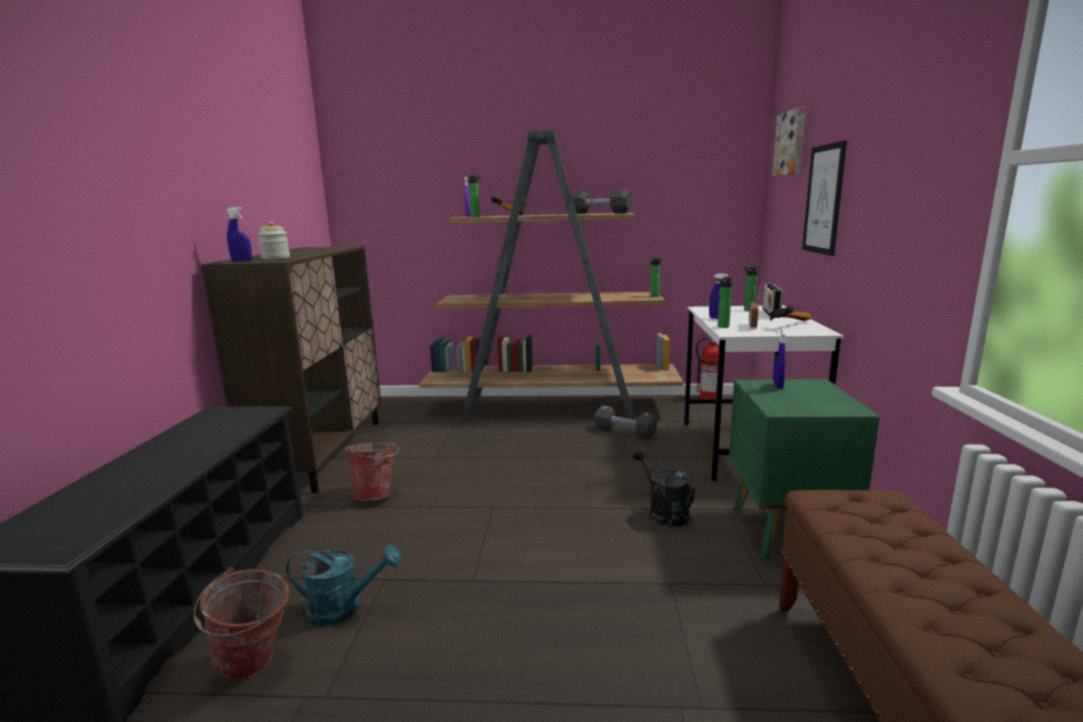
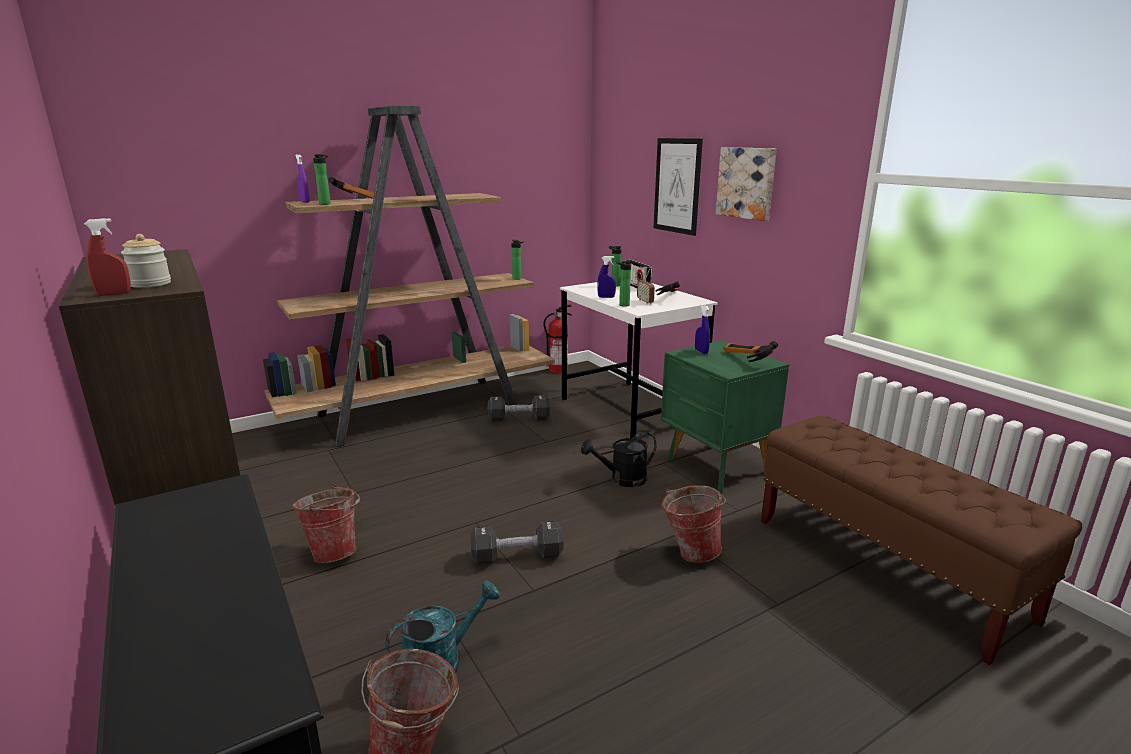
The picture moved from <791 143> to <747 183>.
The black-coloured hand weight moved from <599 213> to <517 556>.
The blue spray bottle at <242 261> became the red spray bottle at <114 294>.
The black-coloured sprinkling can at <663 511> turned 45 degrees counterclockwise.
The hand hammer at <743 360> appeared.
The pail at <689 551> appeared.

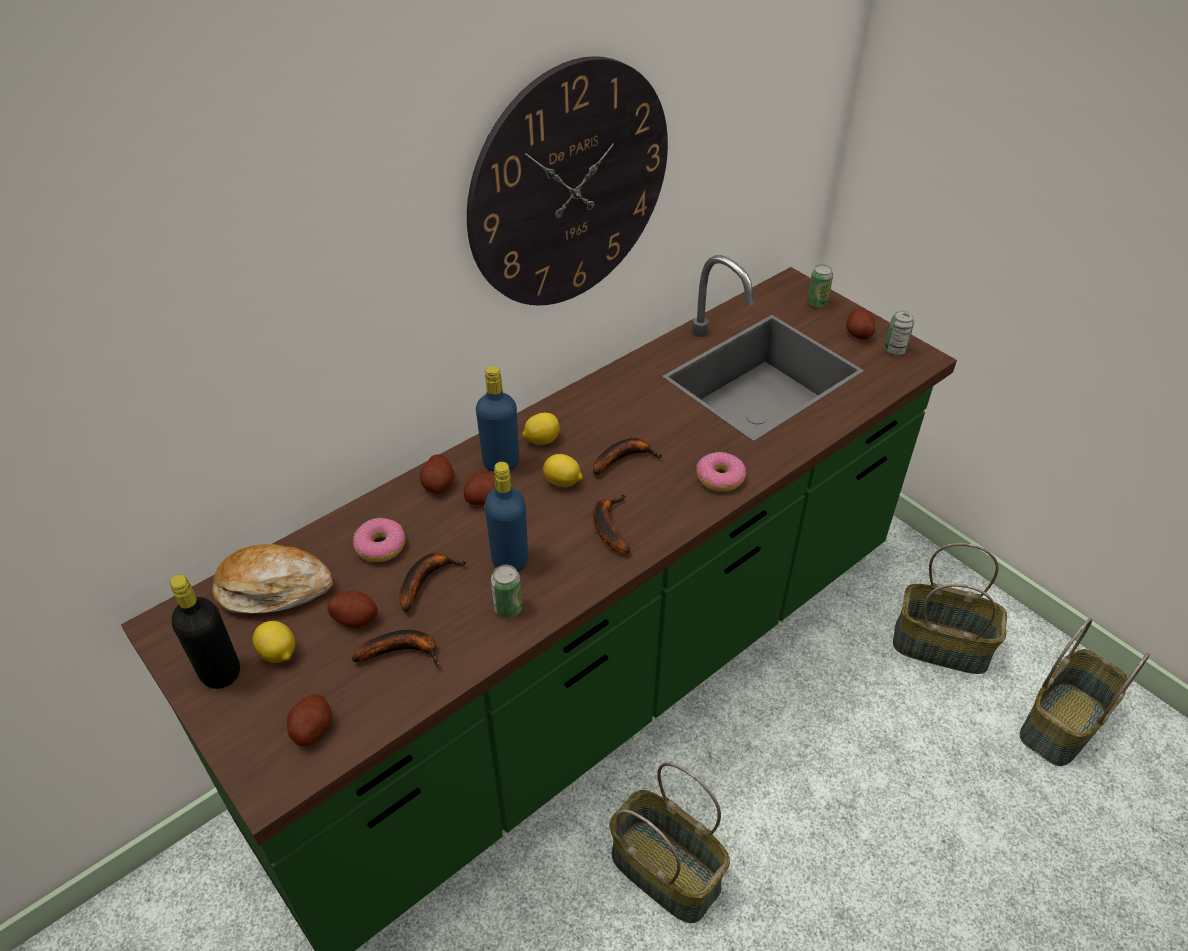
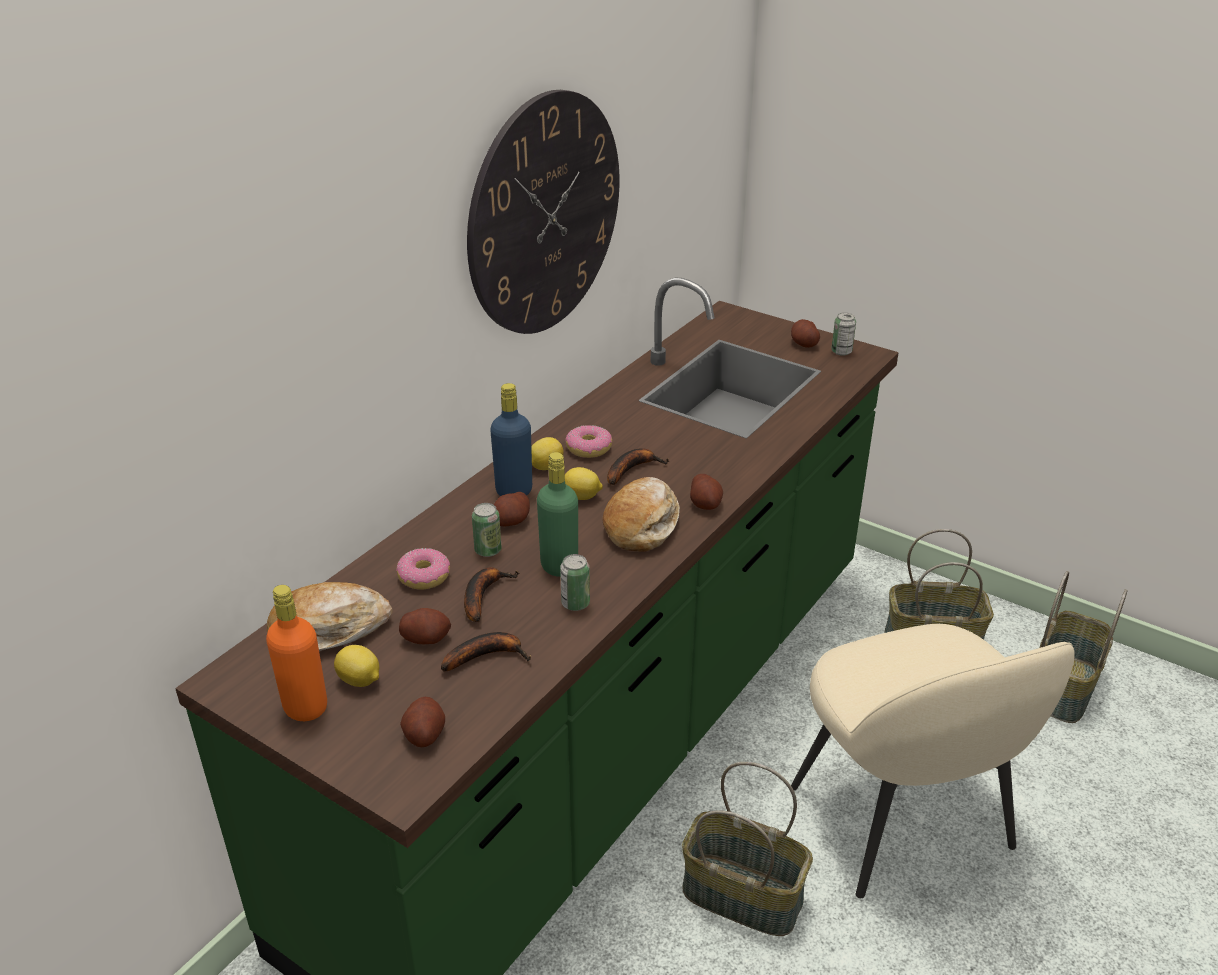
The can moved from <817 302> to <488 550>.
The ring doughnut moved from <720 478> to <589 448>.
The potato moved from <438 484> to <705 503>.
The blue bottle at <510 560> became the green-coloured bottle at <559 566>.
The banana fruit at <608 527> was replaced by the bakery bread at <642 524>.
The black-coloured bottle at <220 672> became the orange bottle at <305 707>.
The sand-coloured plain chair at <903 822> appeared.

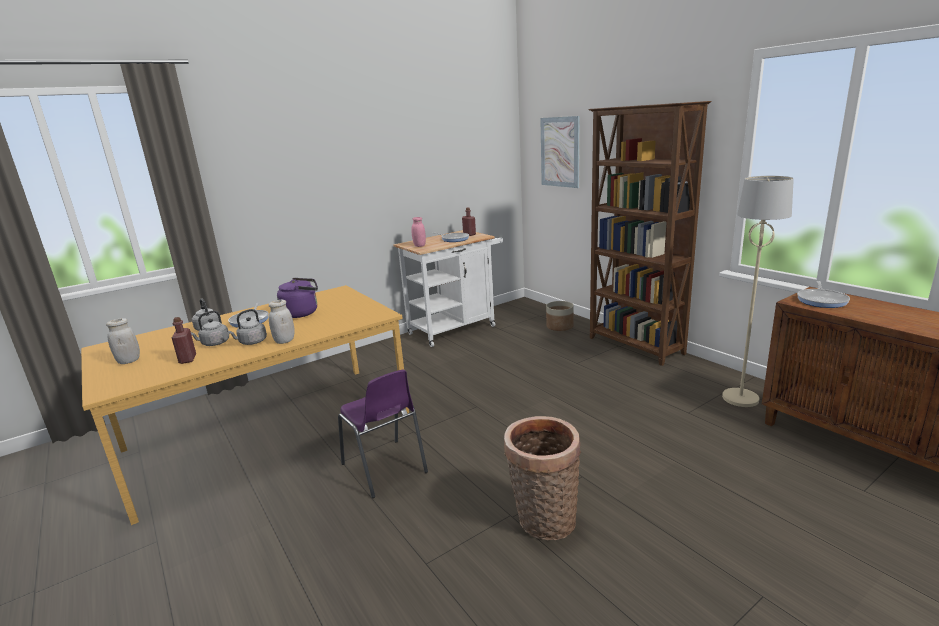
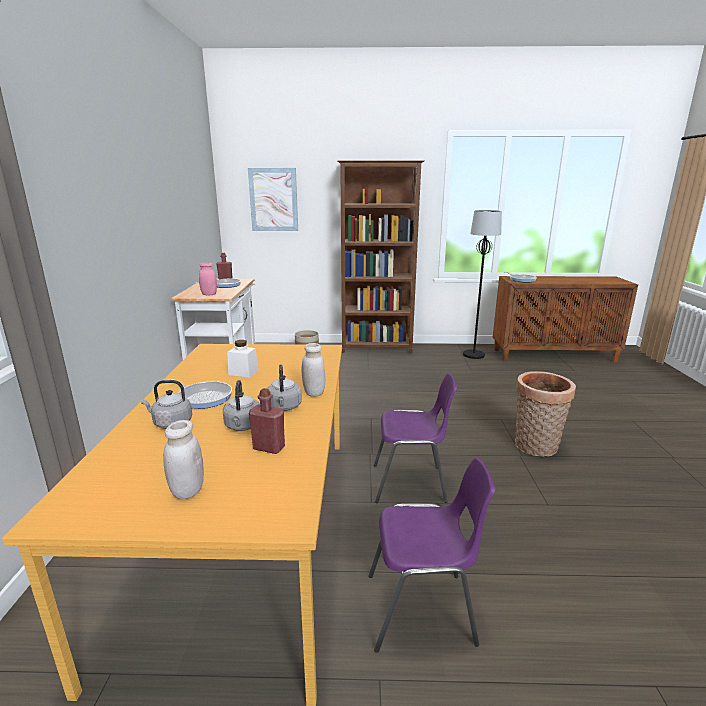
The sand-coloured floor lamp at <740 398> became the black-coloured floor lamp at <474 355>.
The purple-coloured kettle at <302 313> was replaced by the white-coloured jar at <243 372>.
The purple-coloured plain chair at <423 610> appeared.

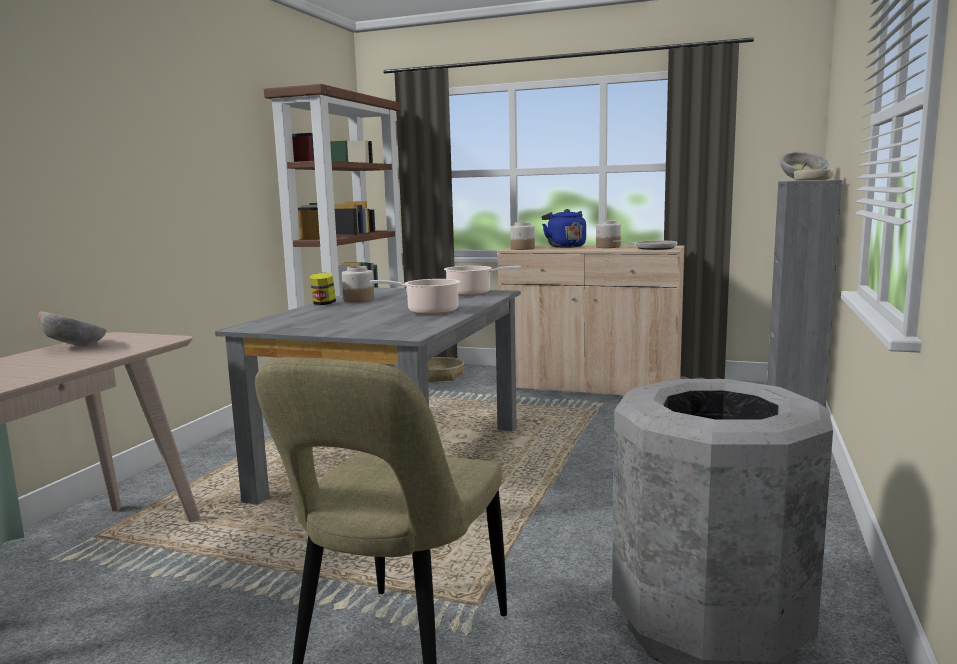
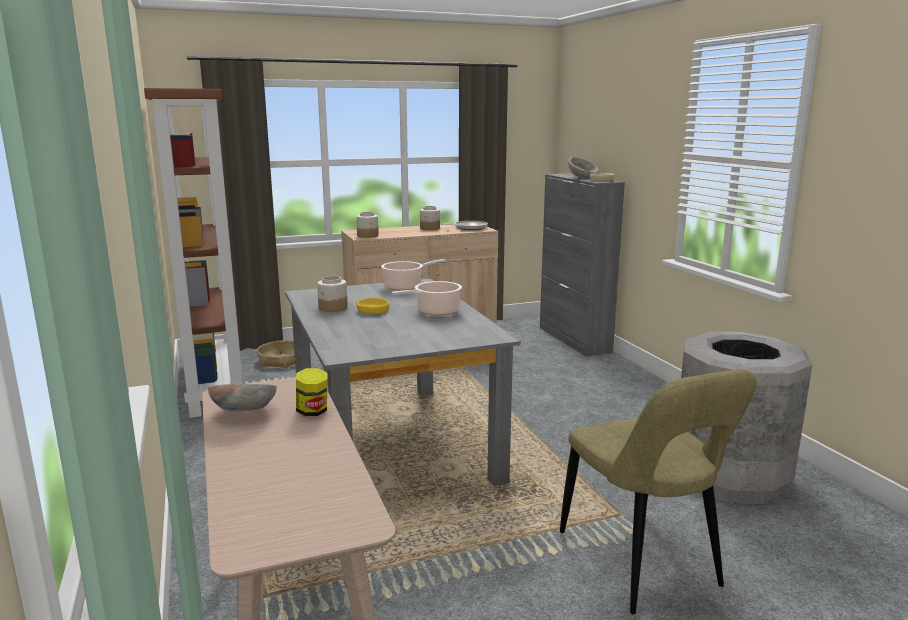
The blue kettle at <564 246> disappeared.
The jar moved from <323 304> to <312 411>.
The yellow-coloured bowl at <372 310> appeared.

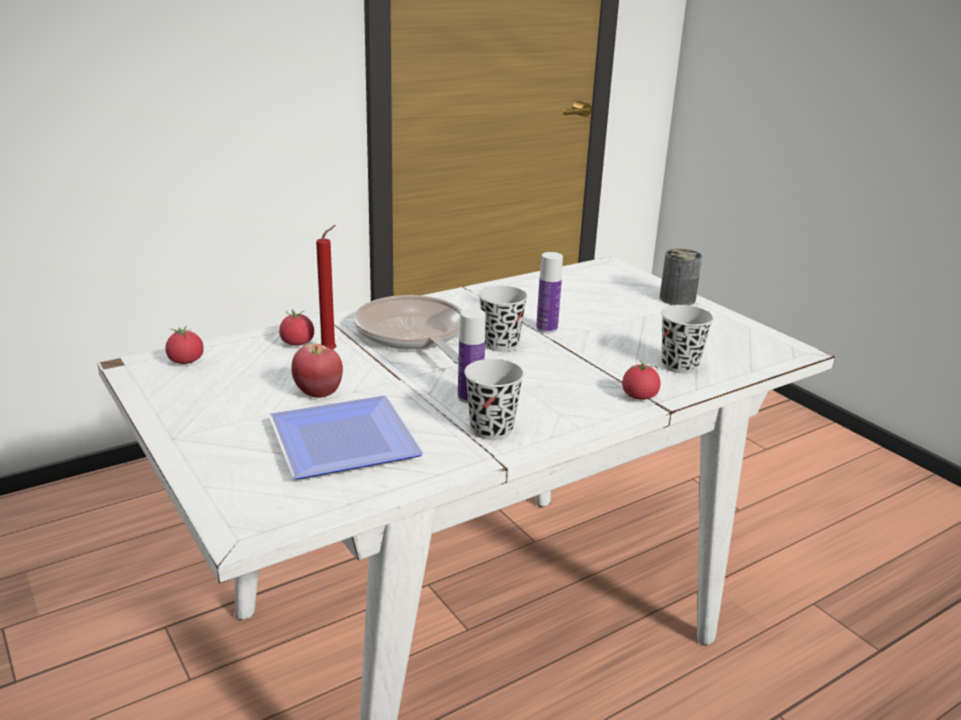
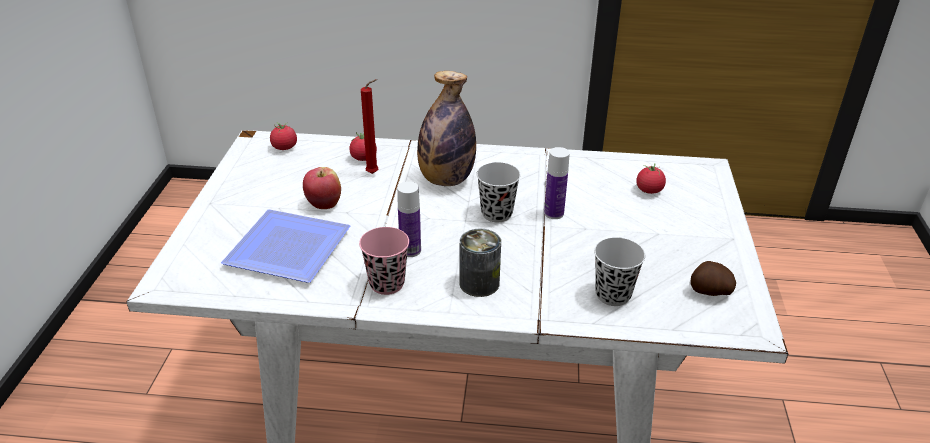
The can moved from <677 299> to <479 283>.
The skillet at <412 335> was replaced by the bottle at <446 180>.
The black-coloured cup at <491 429> became the pinkish cup at <387 284>.
The tomato moved from <639 396> to <649 190>.
The potato at <709 292> appeared.

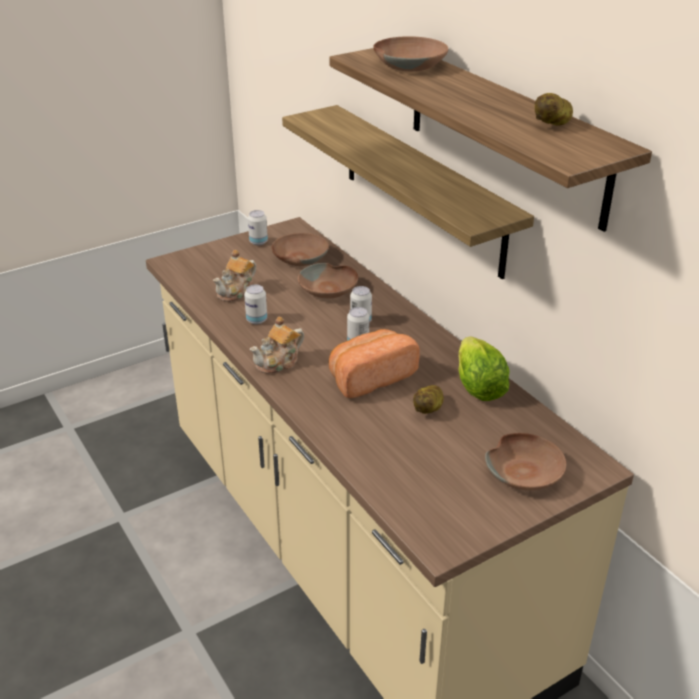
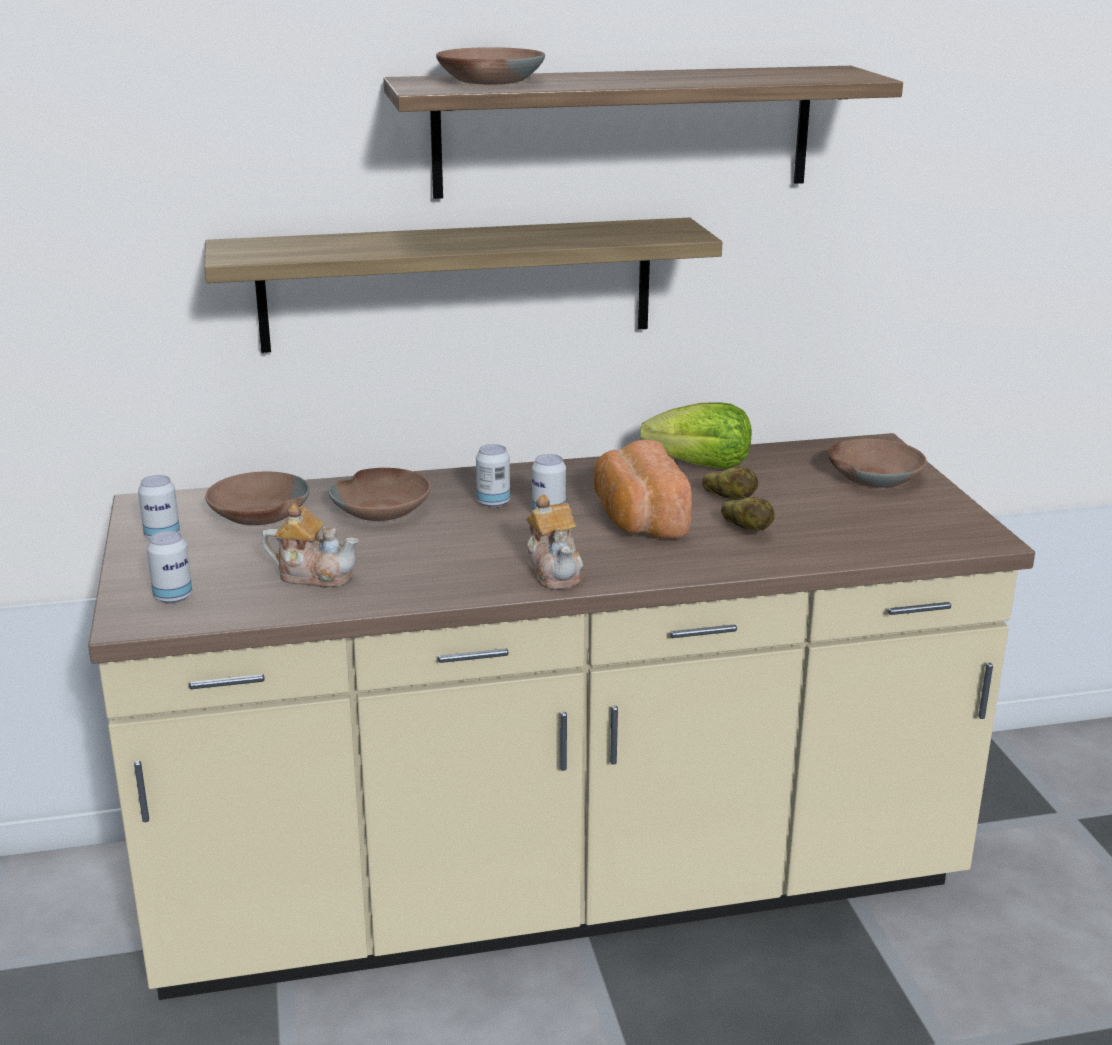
The potato moved from <553 124> to <747 530>.
The tea pot at <237 292> turned 45 degrees counterclockwise.
The can moved from <256 320> to <173 597>.

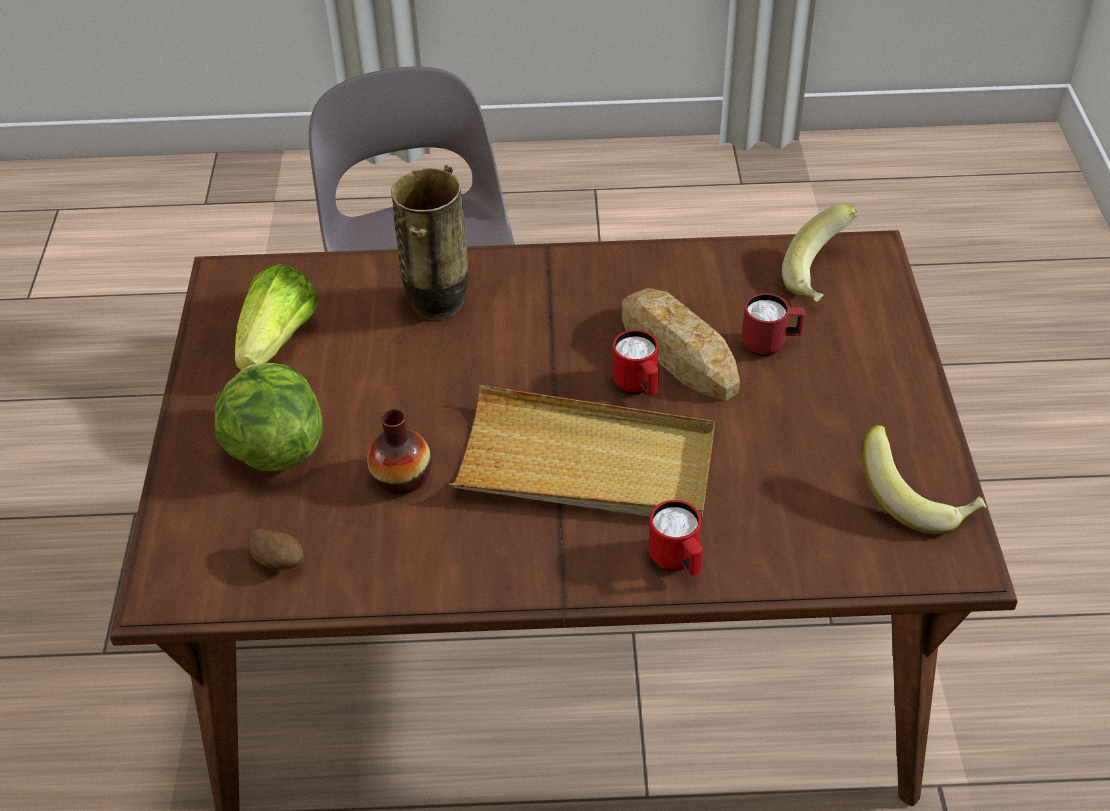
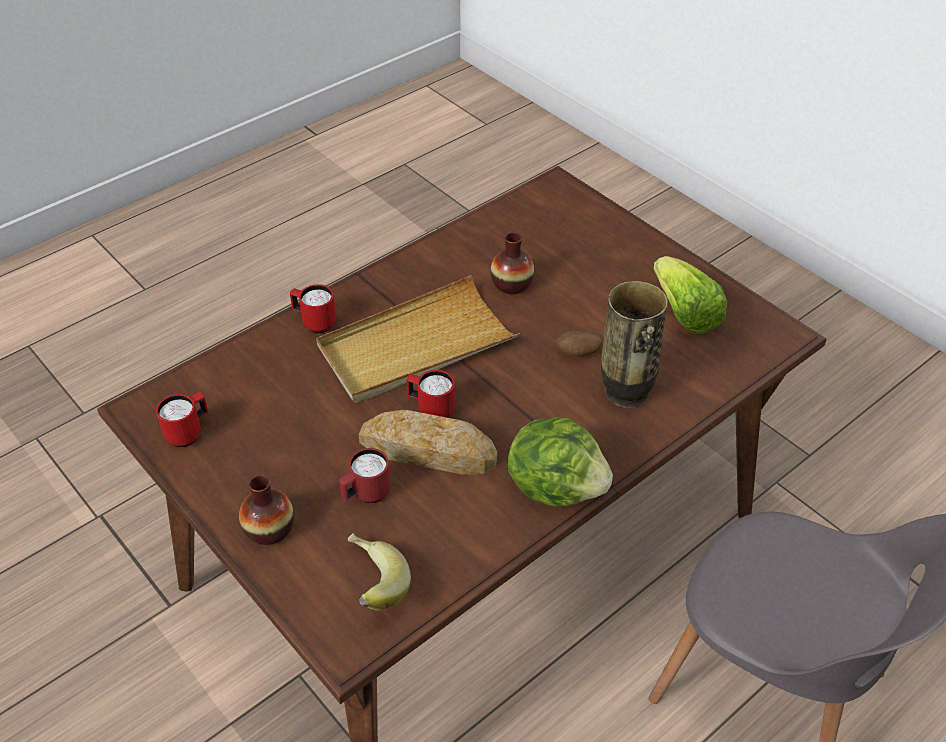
The lettuce head moved from <274 448> to <556 486>.
The banana fruit at <917 500> was replaced by the red tea mug at <189 433>.
The potato moved from <279 562> to <578 353>.
The vase at <269 529> appeared.

